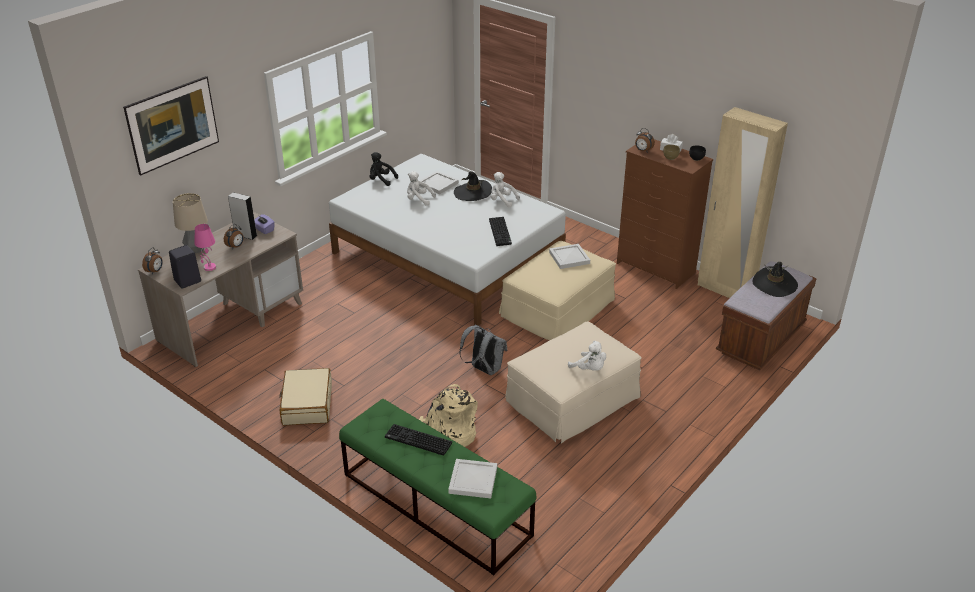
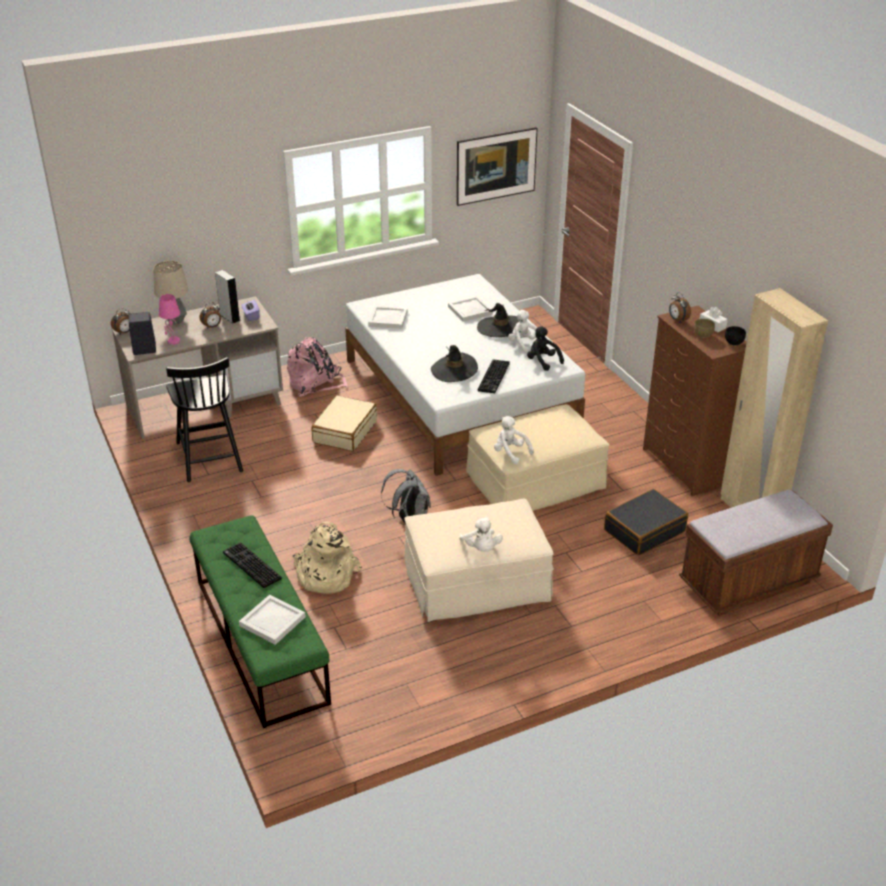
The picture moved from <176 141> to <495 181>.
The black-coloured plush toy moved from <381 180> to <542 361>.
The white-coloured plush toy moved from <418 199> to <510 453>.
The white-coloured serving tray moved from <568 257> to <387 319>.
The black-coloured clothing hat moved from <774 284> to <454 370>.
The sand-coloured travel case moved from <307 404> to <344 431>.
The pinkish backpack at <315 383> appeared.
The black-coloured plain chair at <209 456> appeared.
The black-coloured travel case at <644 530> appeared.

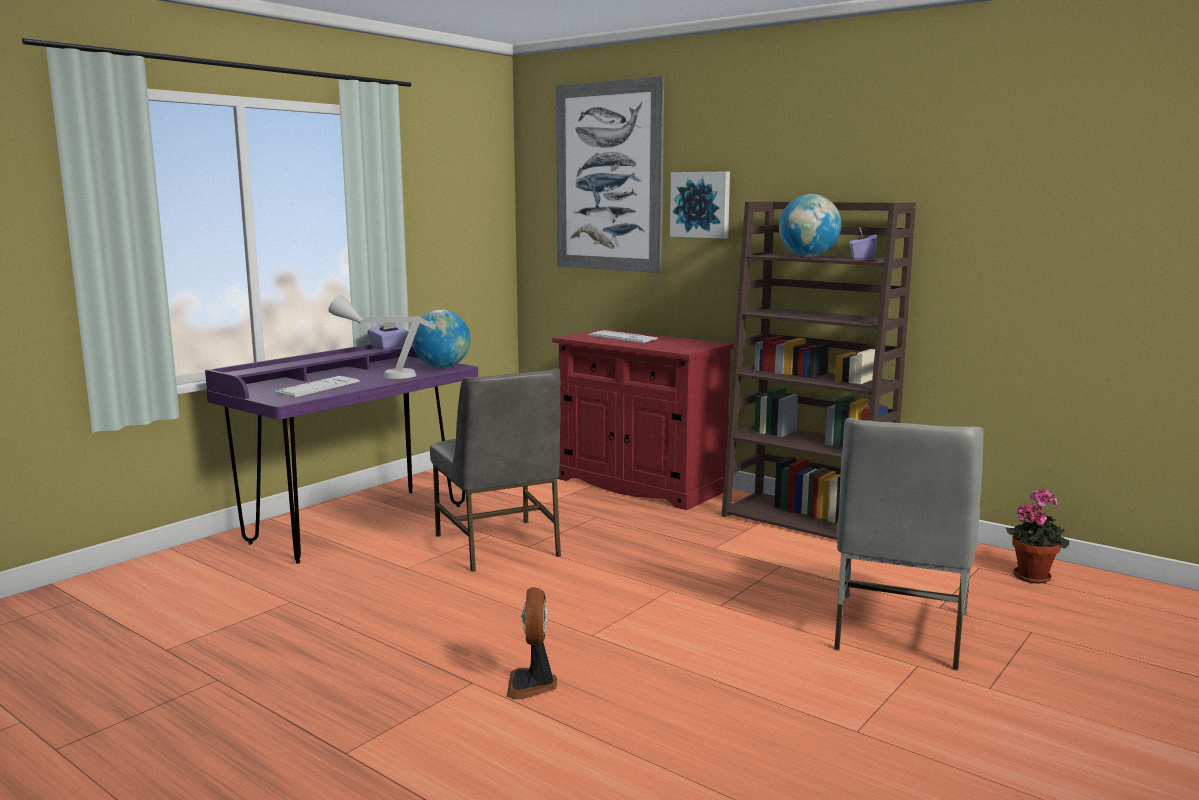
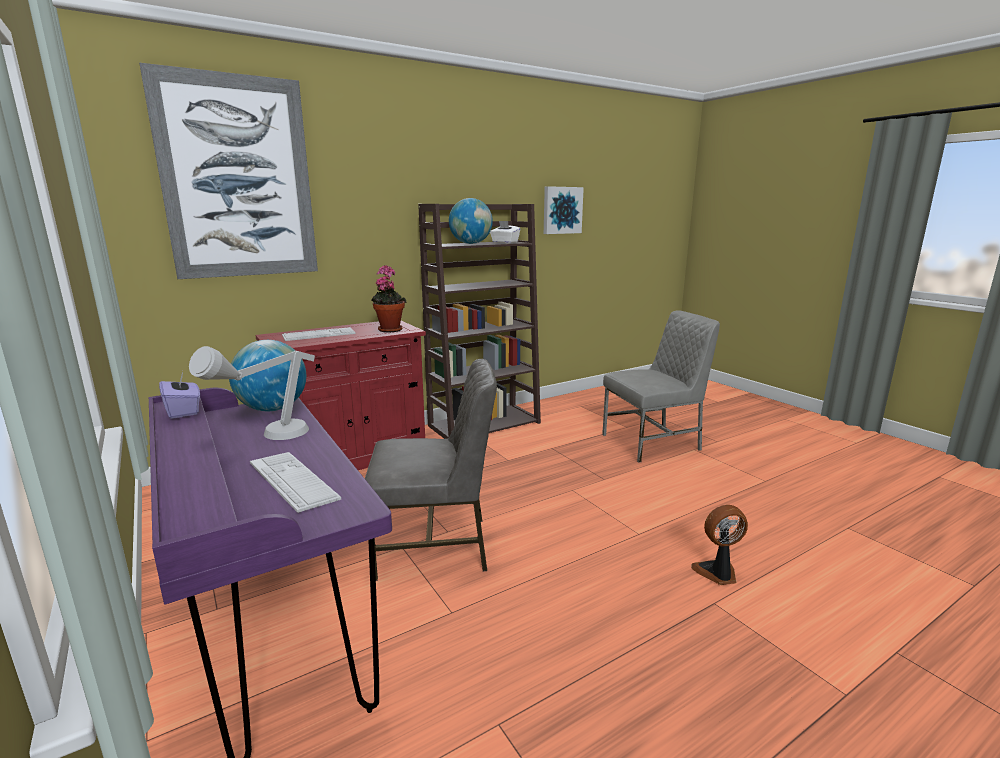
The picture moved from <701 204> to <561 210>.
The purple-coloured tissue holder at <862 259> became the white-coloured tissue holder at <504 242>.
The greyish plain chair at <898 631> turned 60 degrees counterclockwise.
The plant in a pot moved from <1033 576> to <389 329>.
The cooling fan at <532 685> turned 150 degrees clockwise.

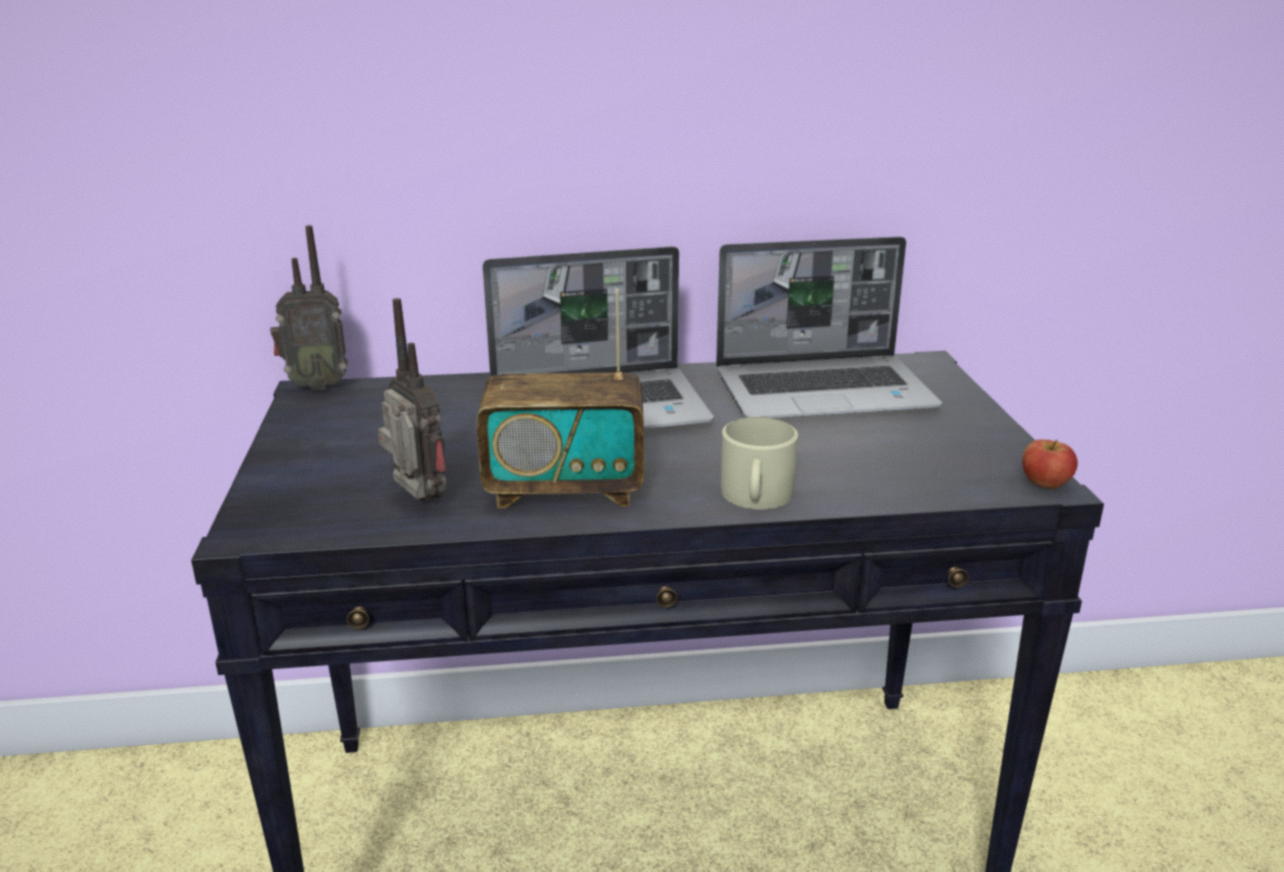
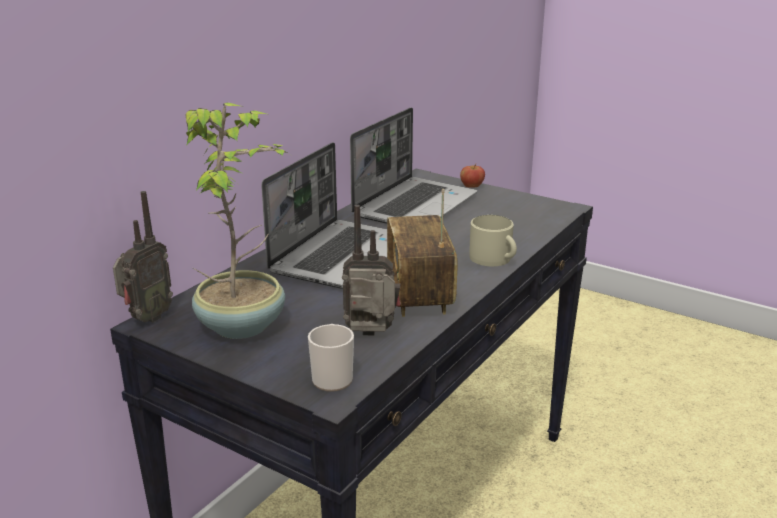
The radio at <565 489> turned 135 degrees clockwise.
The apple fruit moved from <1045 484> to <471 186>.
The plant in a pot at <243 325> appeared.
The tea mug at <332 377> appeared.

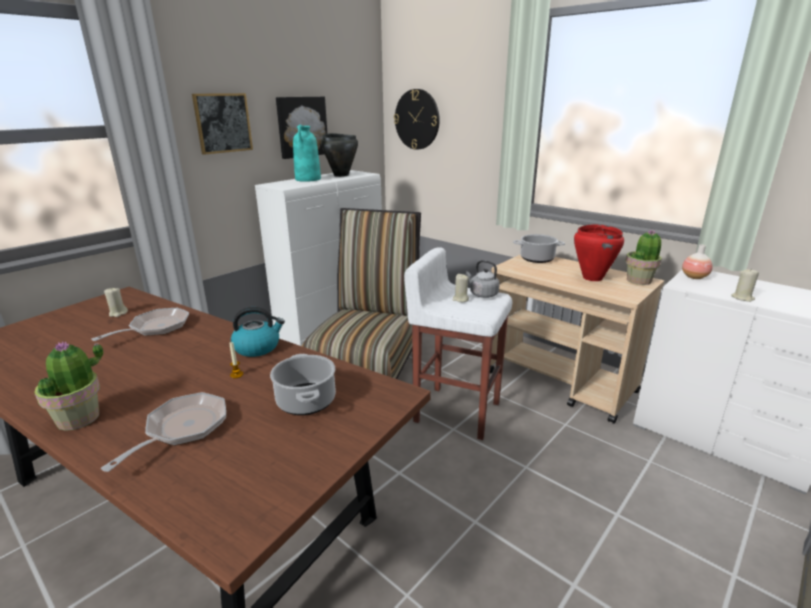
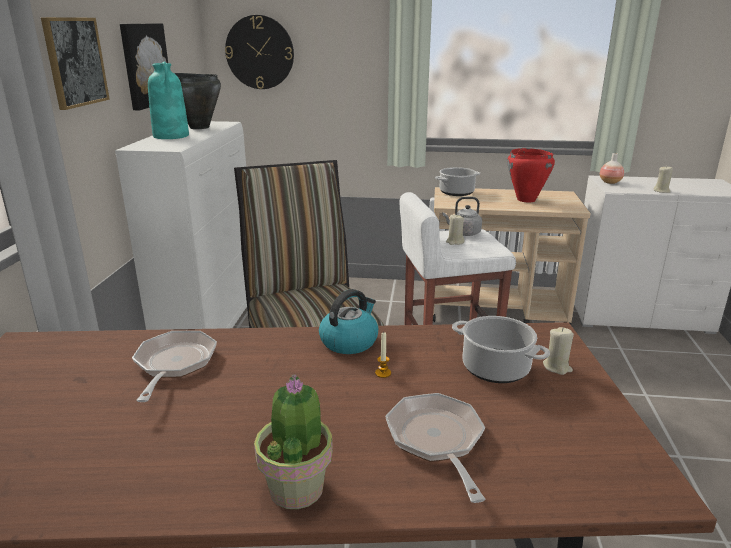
The plant in a pot at <639 280> disappeared.
The sand-coloured wax candle moved from <118 313> to <557 367>.

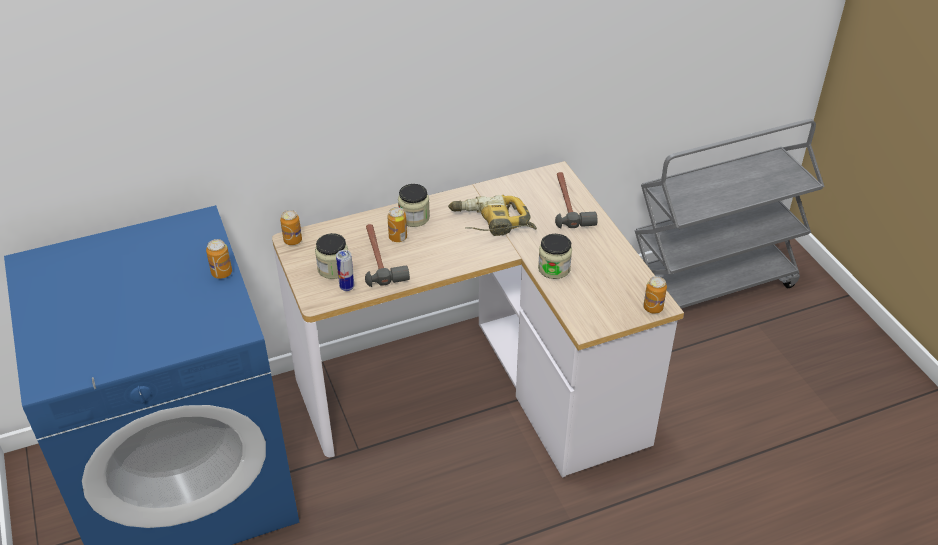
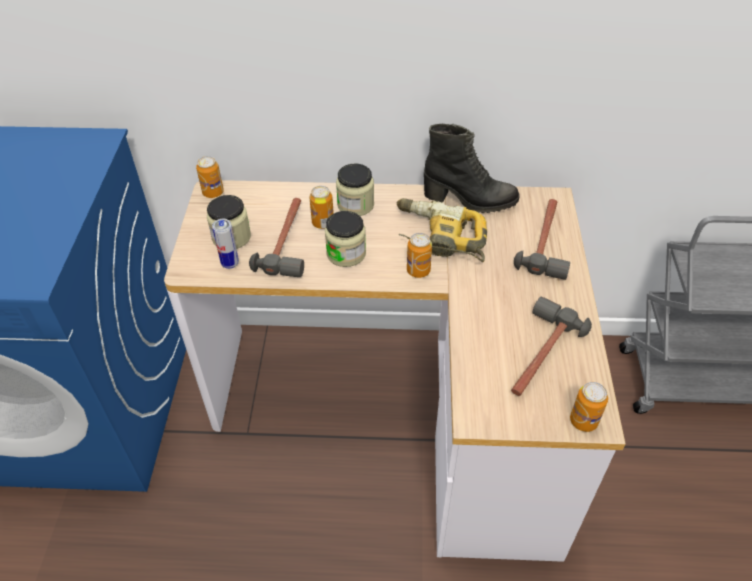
The jar moved from <554 268> to <346 253>.
The can moved from <222 273> to <418 270>.
The black-coloured high-top boot at <469 200> appeared.
The hand hammer at <539 355> appeared.

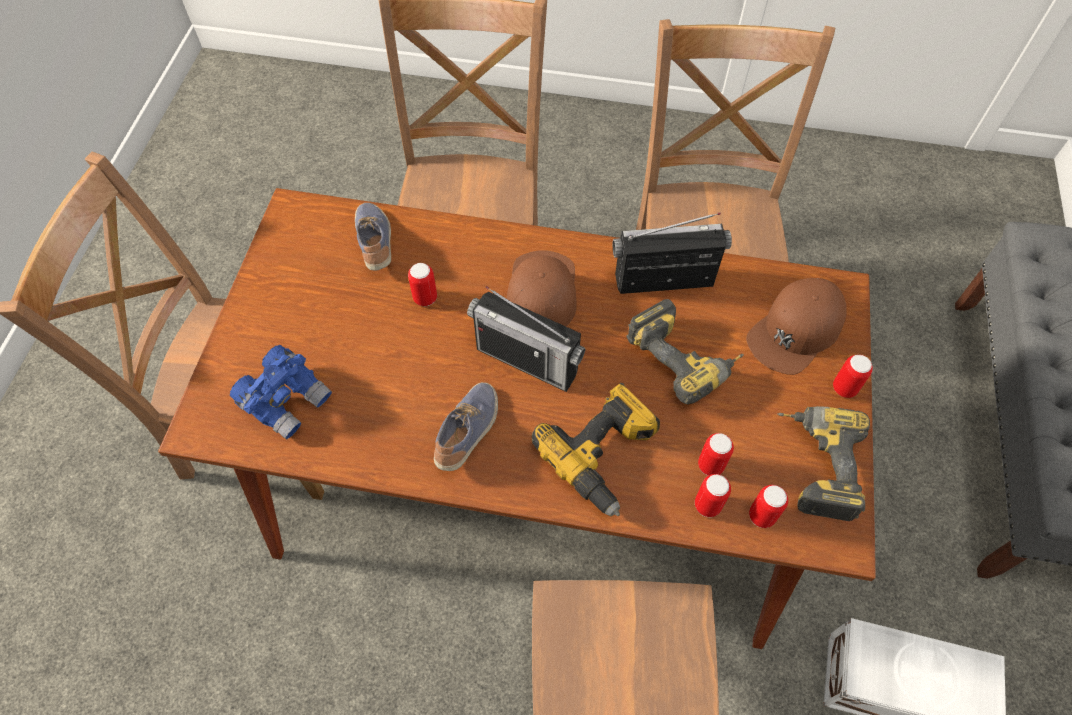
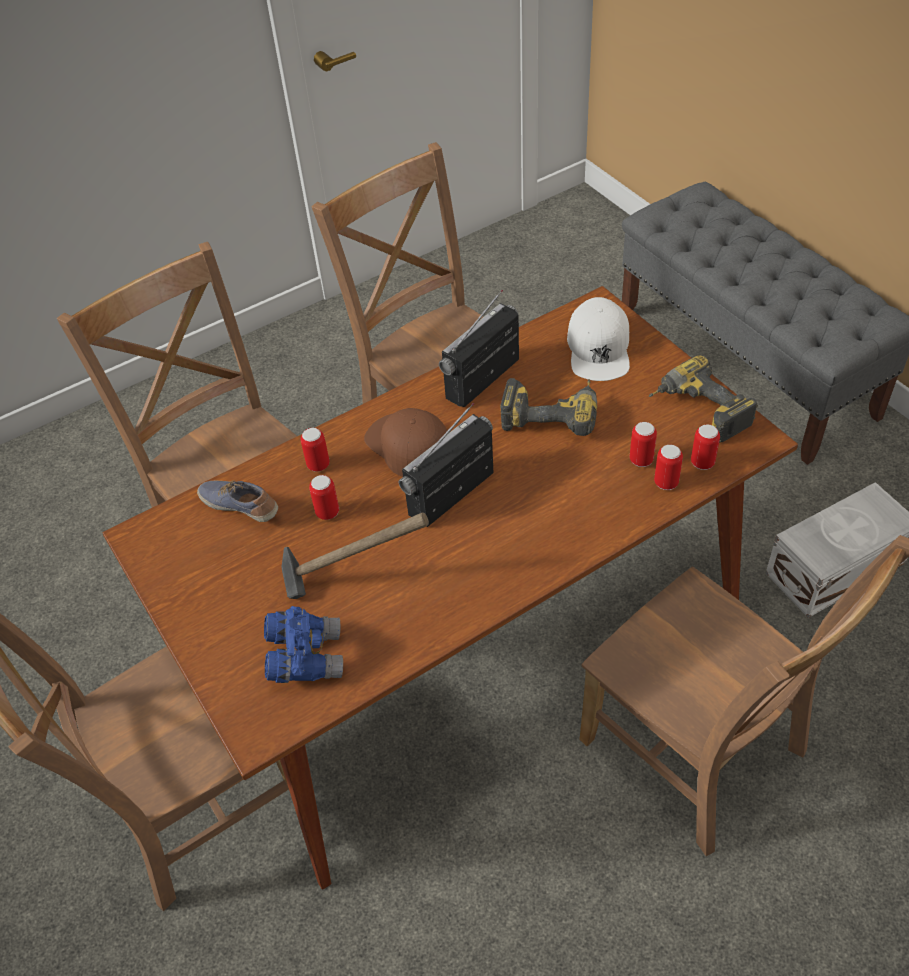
The brown baseball cap at <795 331> became the white-coloured baseball cap at <599 348>.
The radio at <527 360> turned 150 degrees clockwise.
The can moved from <844 388> to <318 465>.
The low shoe at <469 432> disappeared.
The drill at <604 455> disappeared.
The hand hammer at <352 579> appeared.

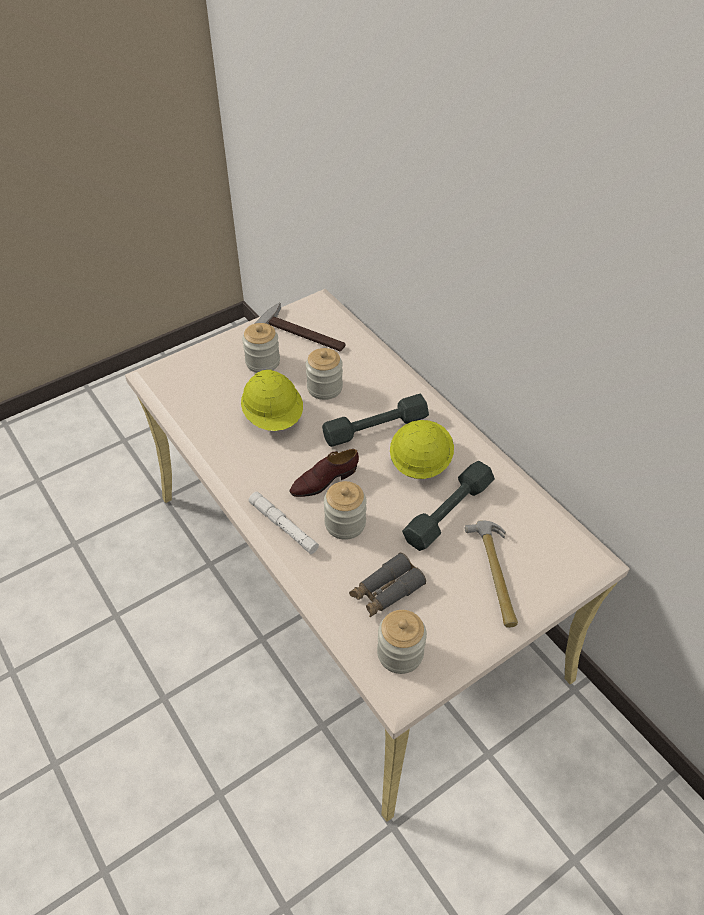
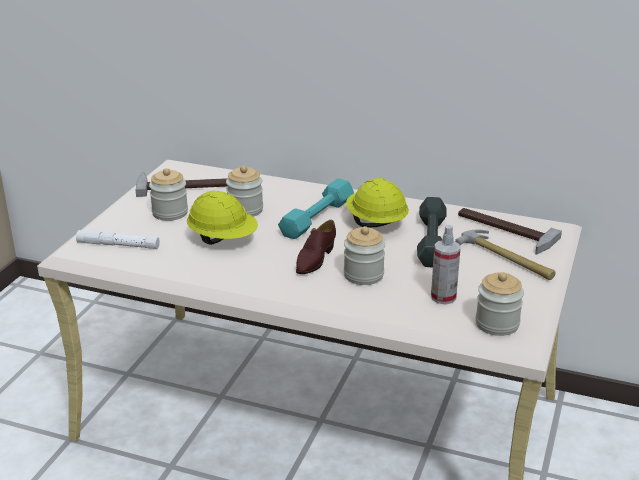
The greyish hand weight at <375 428> became the blue-green hand weight at <317 218>.
The white-coloured flashlight moved from <283 526> to <118 245>.
The greyish field glasses at <386 591> was replaced by the spray bottle at <443 297>.
The hand hammer at <503 231> appeared.

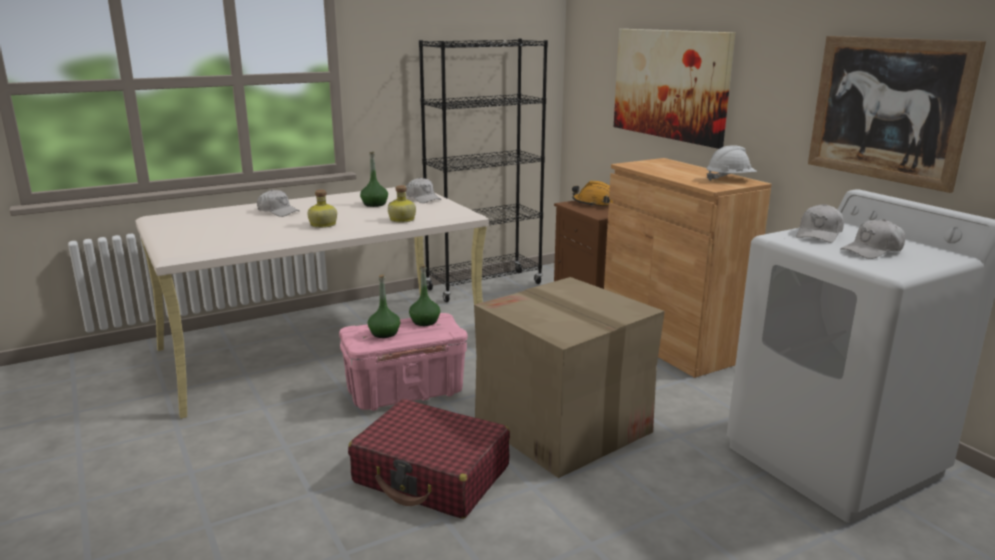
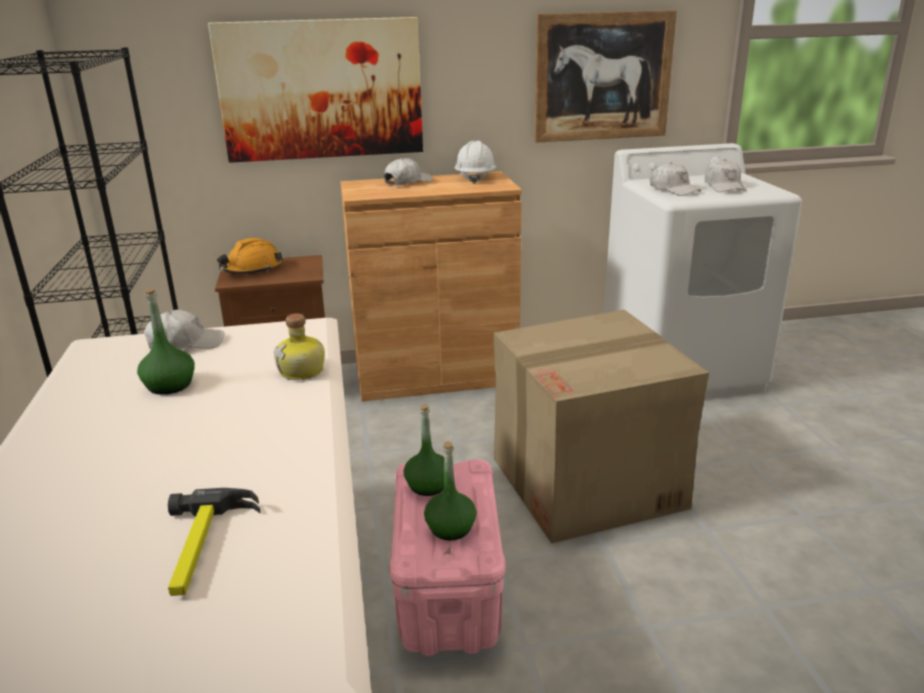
The white-coloured baseball cap moved from <278 211> to <407 182>.
The bottle at <322 225> disappeared.
The red travel case at <432 475> disappeared.
The hand hammer at <204 547> appeared.

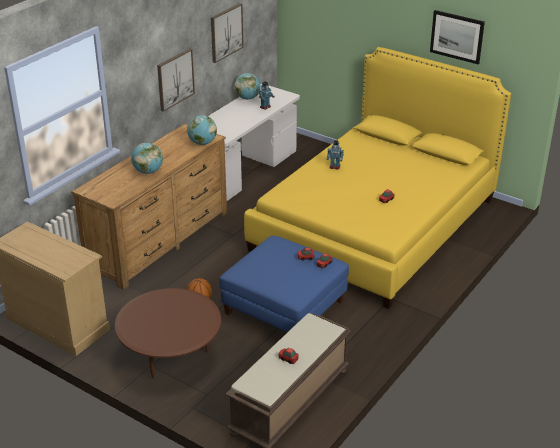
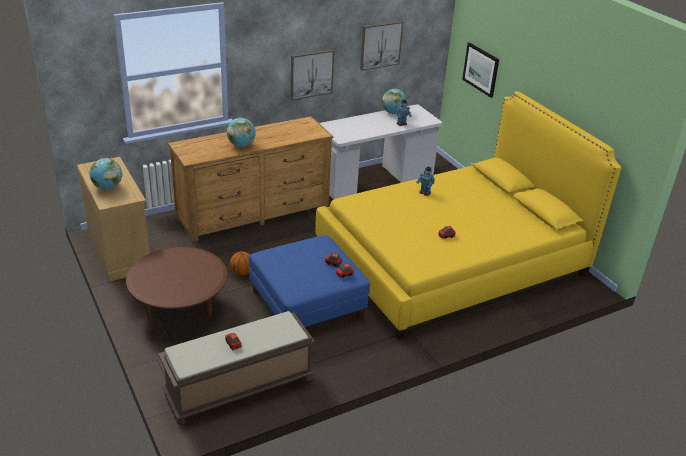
The picture moved from <457 36> to <481 69>.
The desk globe moved from <202 143> to <107 187>.

